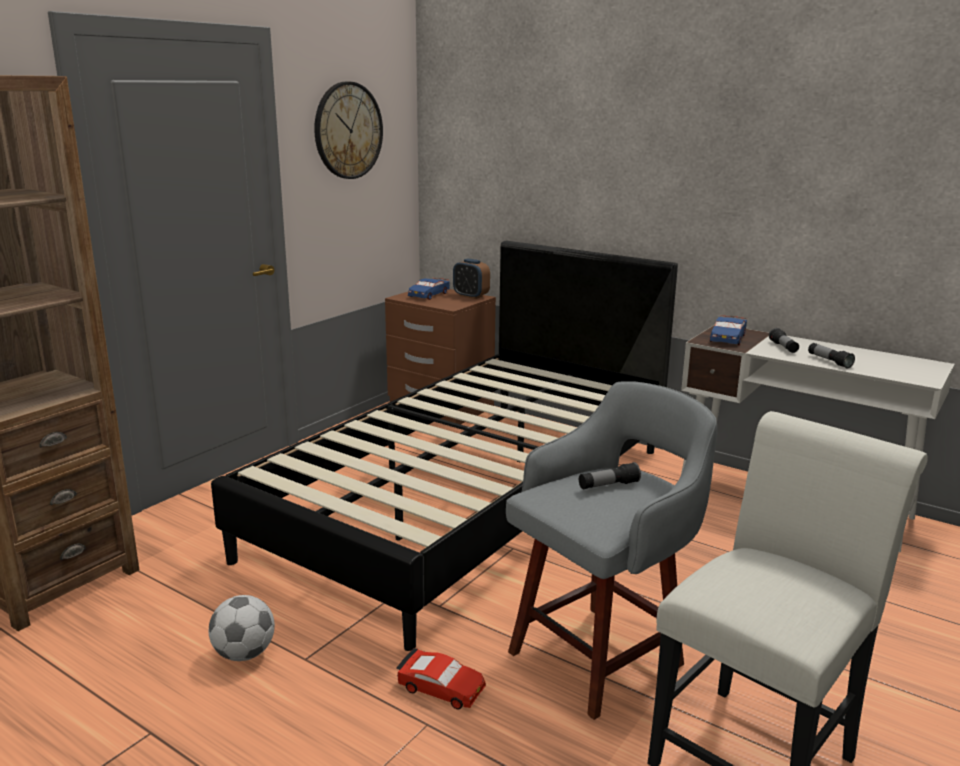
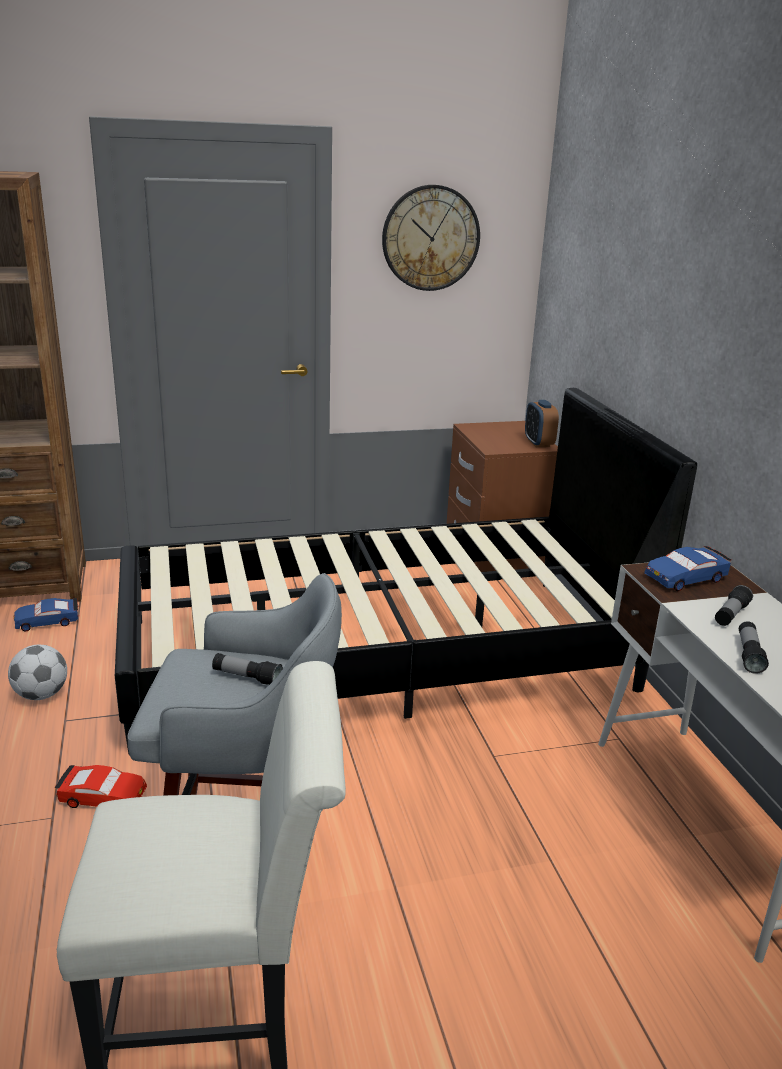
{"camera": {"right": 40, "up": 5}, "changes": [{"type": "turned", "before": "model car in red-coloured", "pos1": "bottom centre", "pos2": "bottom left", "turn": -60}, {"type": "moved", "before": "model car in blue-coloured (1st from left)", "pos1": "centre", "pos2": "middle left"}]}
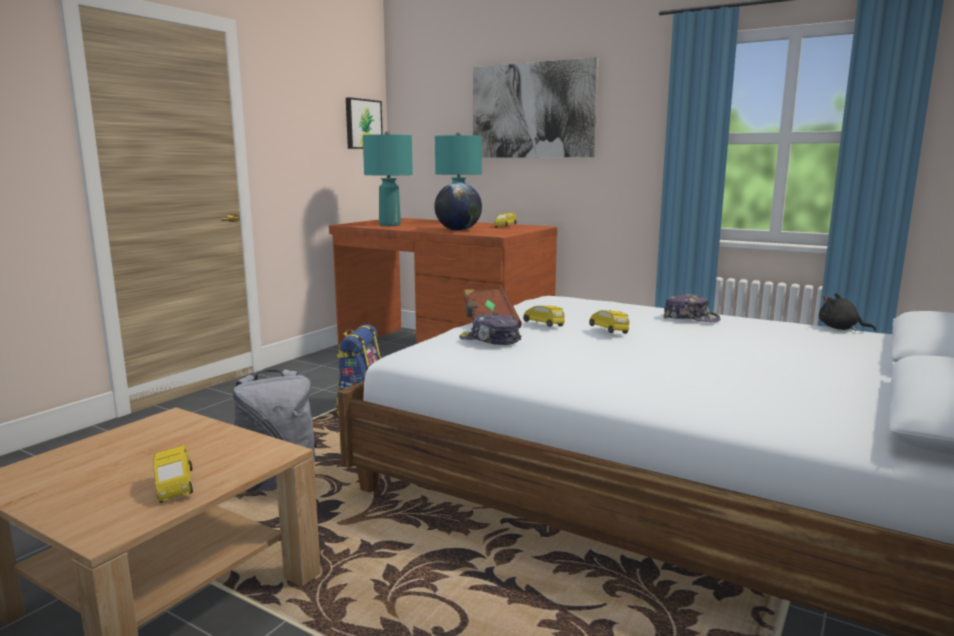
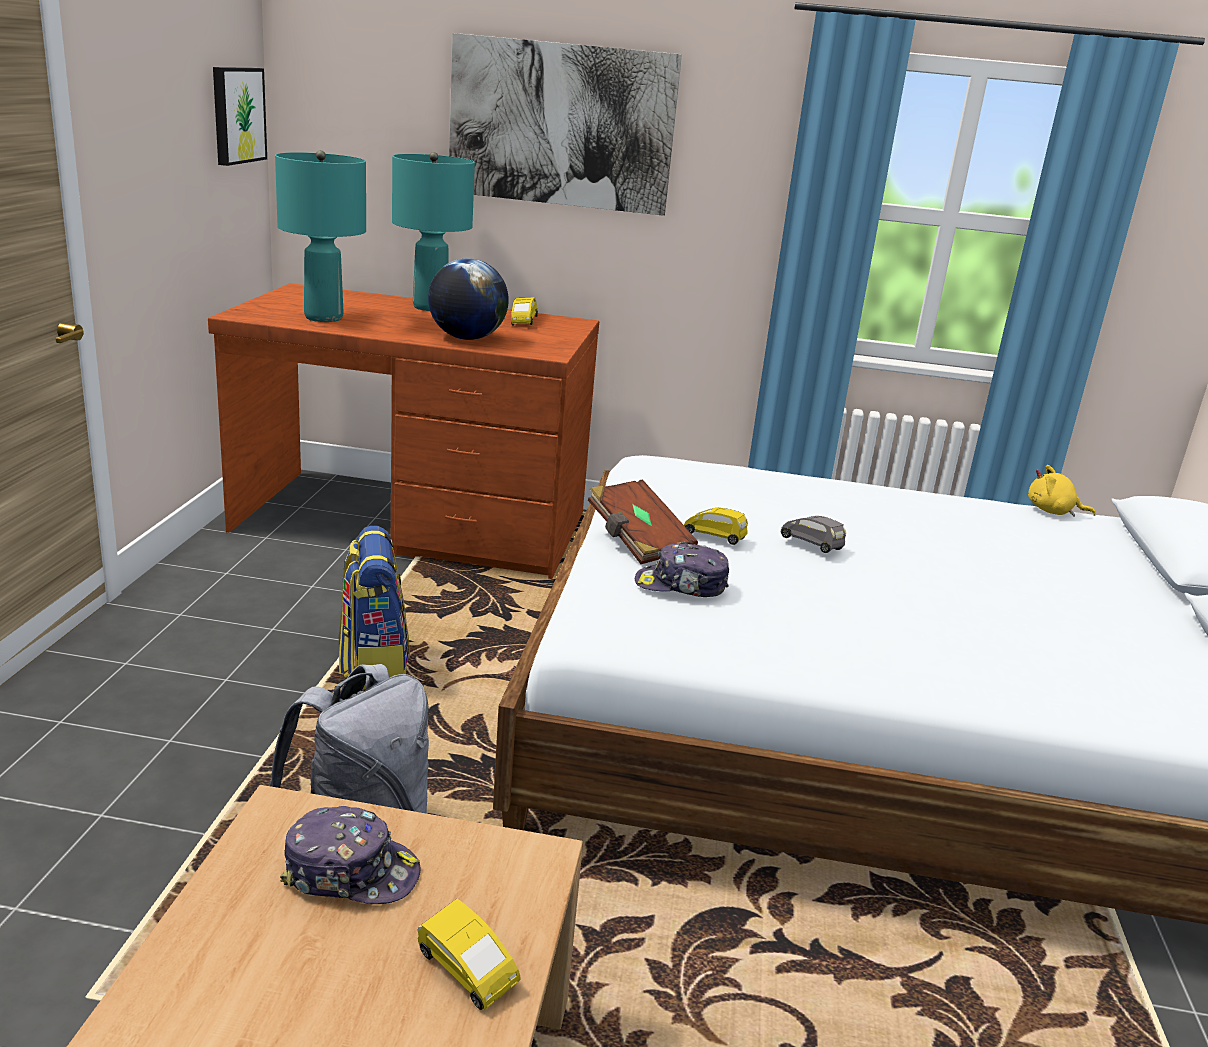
{"camera": {"right": -25, "up": 10}, "changes": [{"type": "recoloured", "before": "model car in yellow-coloured (4th from left)", "after": "model car in grey", "pos1": "centre", "pos2": "middle right"}, {"type": "moved", "before": "peaked cap (2nd from left in the first image)", "after": "peaked cap (1st from left)", "pos1": "middle right", "pos2": "bottom left"}, {"type": "recoloured", "before": "plush toy in black-coloured", "after": "plush toy in yellow-coloured", "pos1": "middle right", "pos2": "middle right"}]}
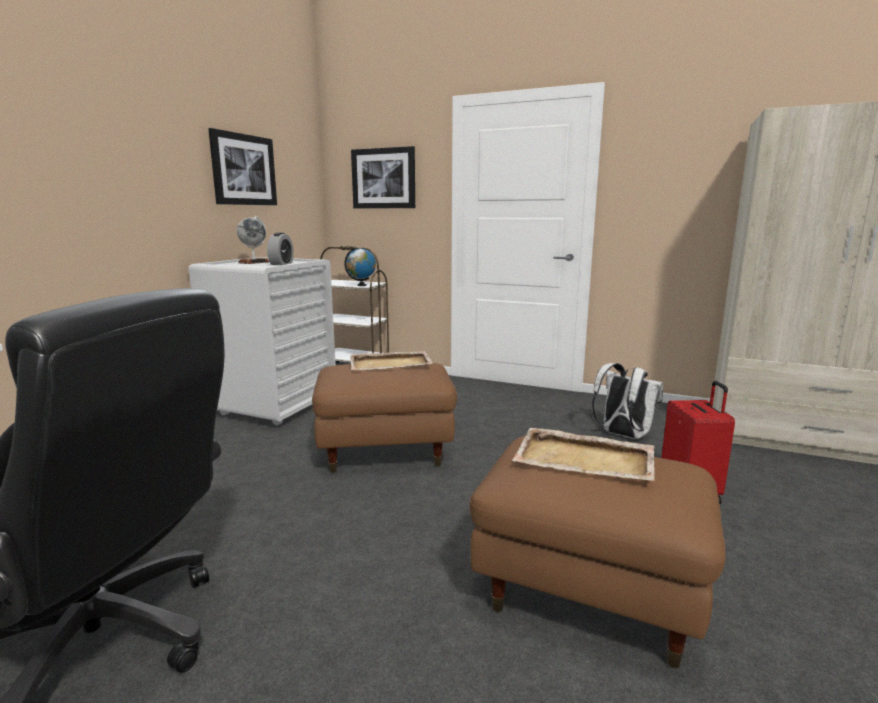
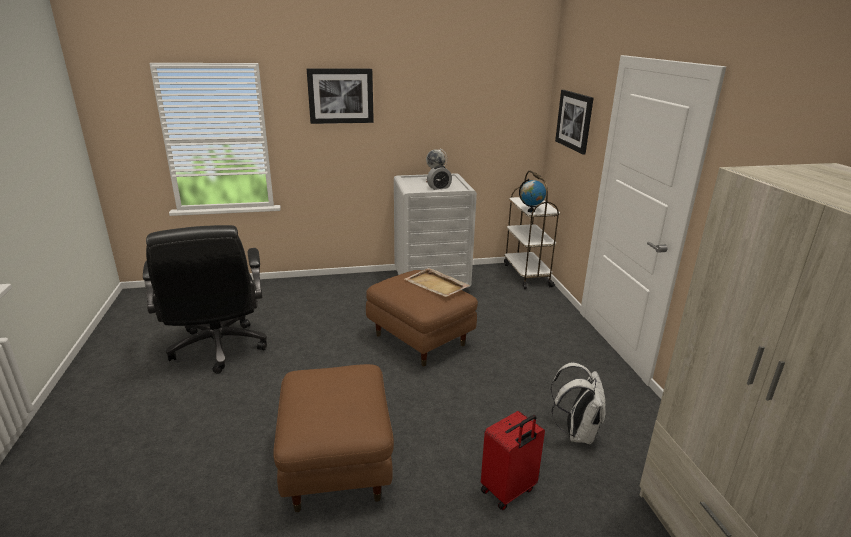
{"camera": {"right": 55, "up": 10}, "changes": [{"type": "moved", "before": "wall picture (1st from left)", "pos1": "top left", "pos2": "top centre"}, {"type": "removed", "before": "tray in sand-coloured (2nd from left)", "pos1": "centre"}]}
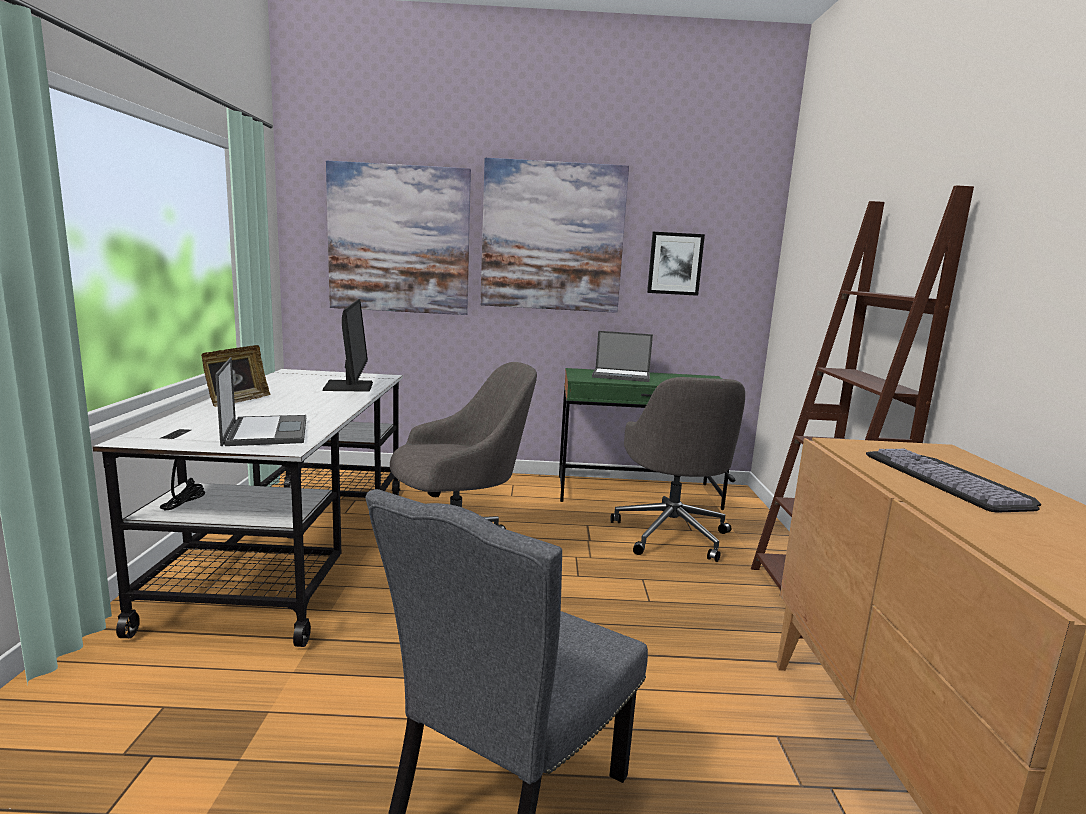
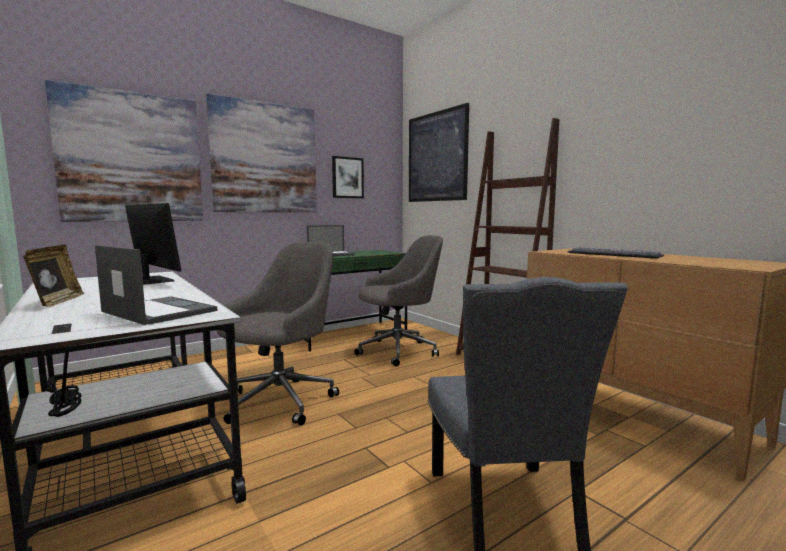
{"camera": {"right": -35, "up": -5}, "changes": [{"type": "turned", "before": "desk chair in grey (2nd from left)", "pos1": "centre", "pos2": "centre", "turn": -75}, {"type": "added", "after": "wall picture (4th from left)", "pos2": "top centre"}]}
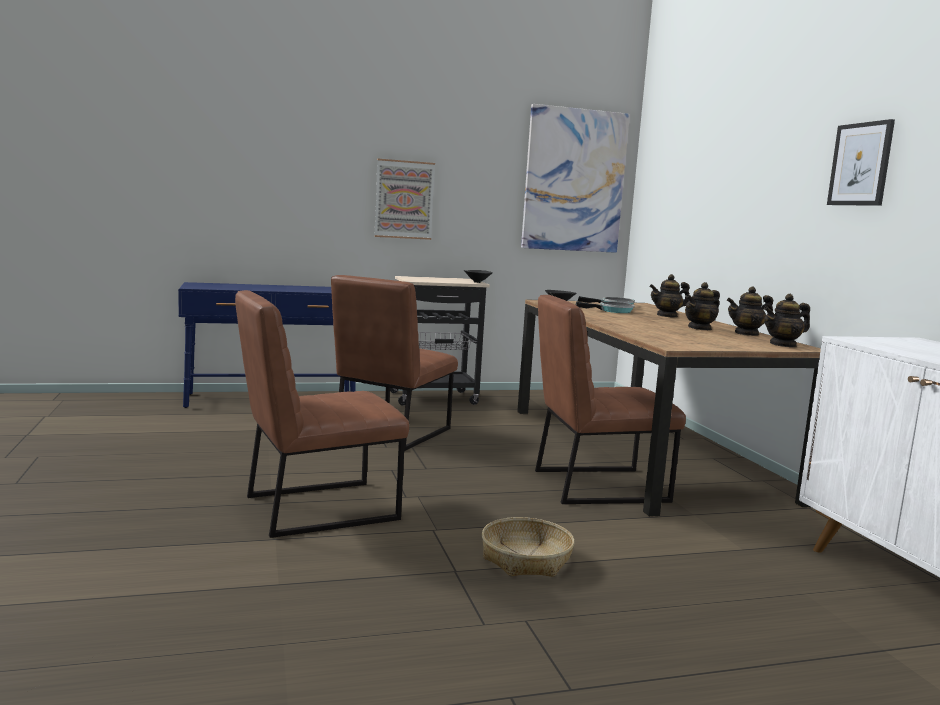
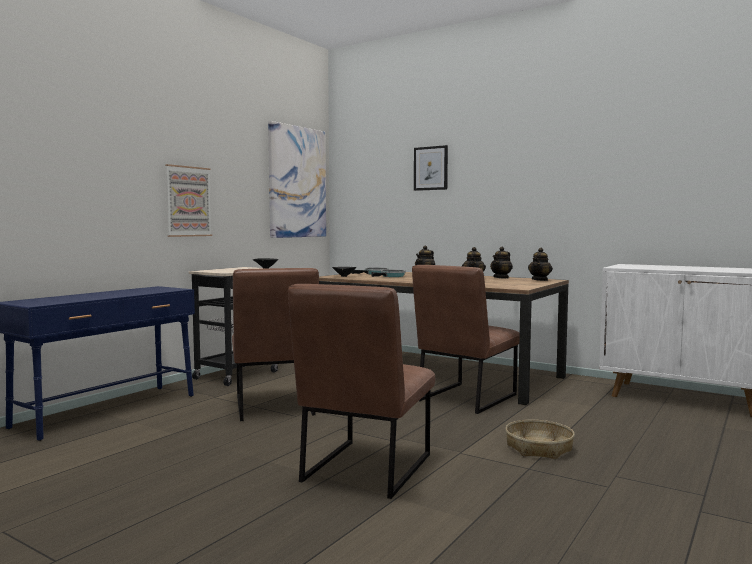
{"camera": {"right": -40, "up": -5}, "changes": [{"type": "moved", "before": "wall picture (3rd from left)", "pos1": "top right", "pos2": "top centre"}]}
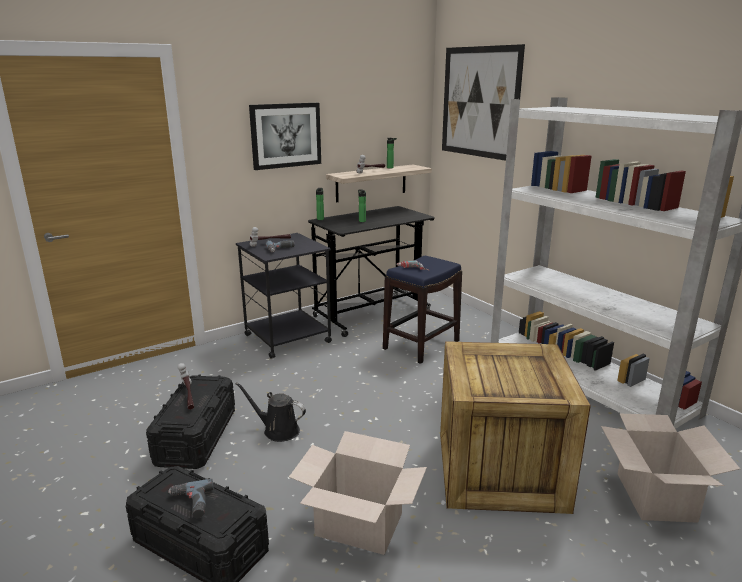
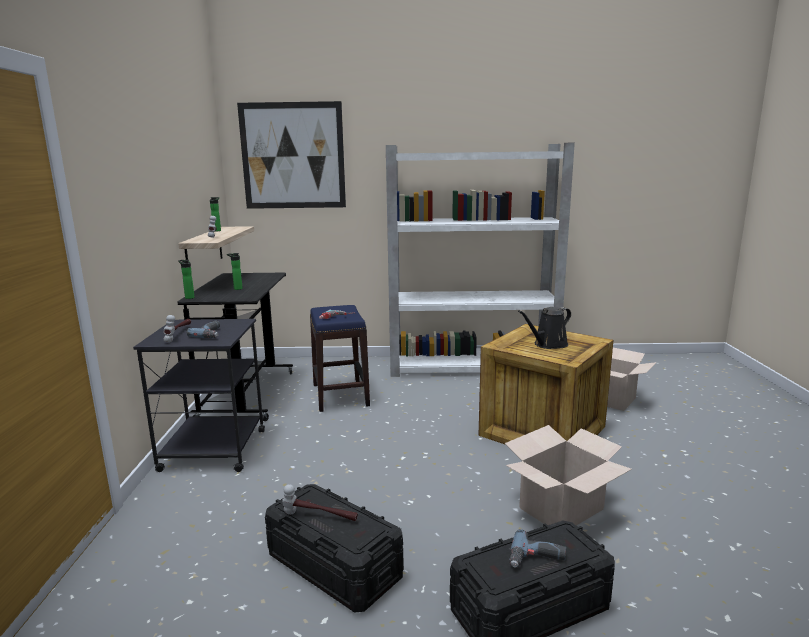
{"camera": {"right": -55, "up": -5}, "changes": [{"type": "moved", "before": "watering pot in black-coloured", "pos1": "bottom centre", "pos2": "middle right"}, {"type": "removed", "before": "wall picture (1st from left)", "pos1": "top centre"}]}
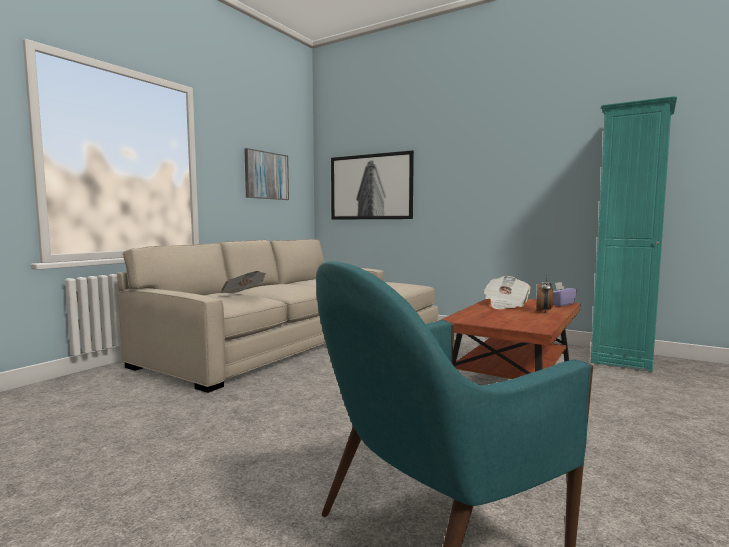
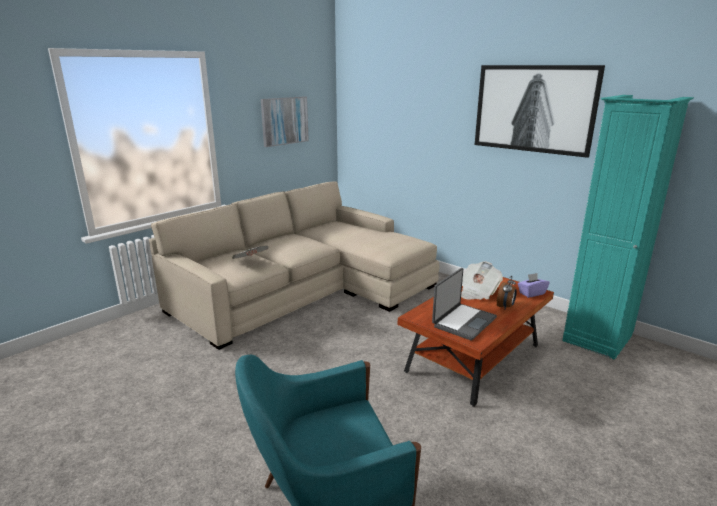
{"camera": {"right": 10, "up": 15}, "changes": [{"type": "moved", "before": "wall picture (2nd from left)", "pos1": "centre", "pos2": "top right"}, {"type": "added", "after": "laptop", "pos2": "centre"}]}
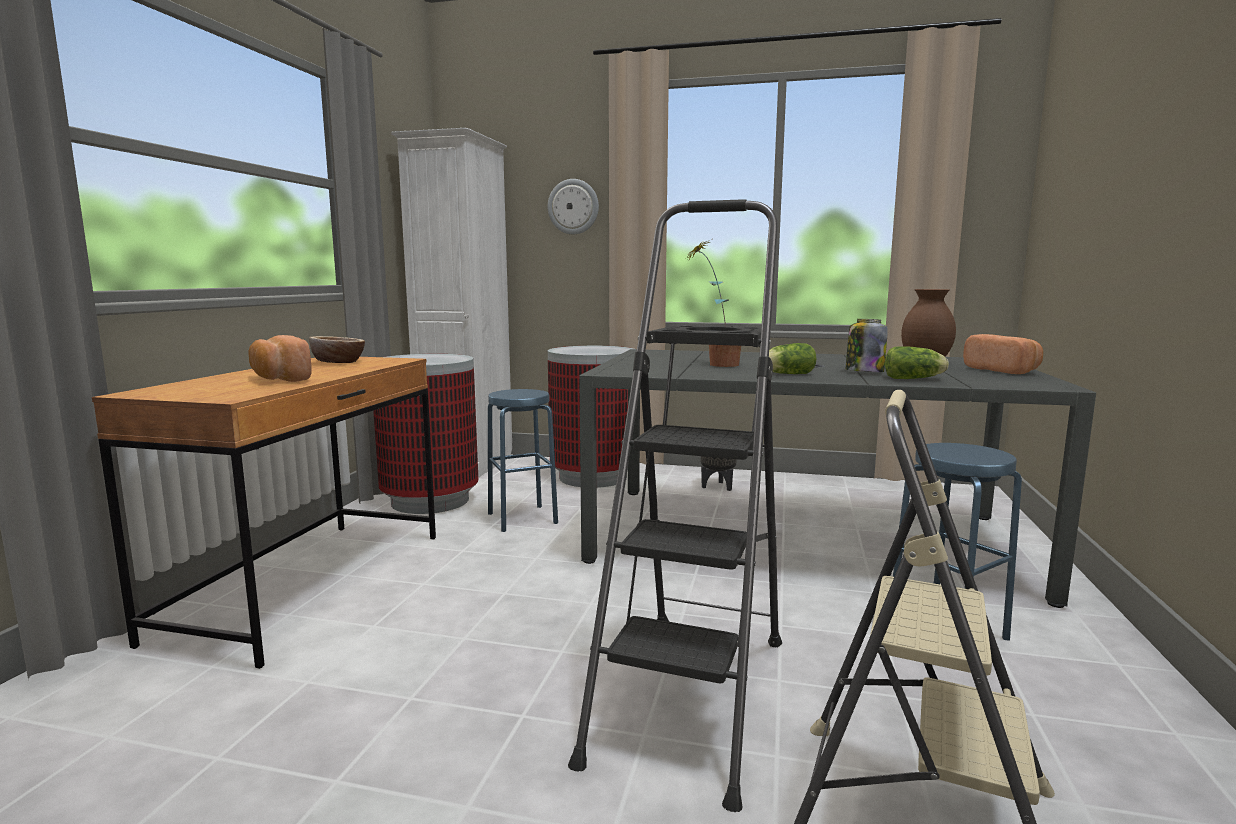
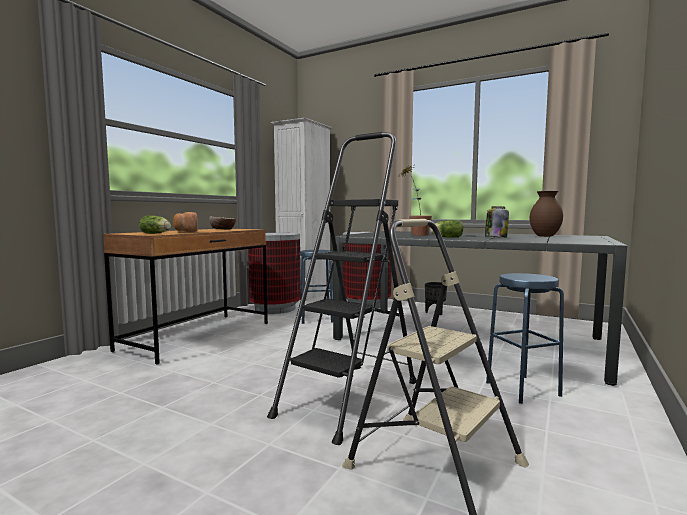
{"camera": {"right": 15, "up": -5}, "changes": [{"type": "removed", "before": "wall clock", "pos1": "top centre"}, {"type": "moved", "before": "head of lettuce (2nd from left in the first image)", "after": "head of lettuce (1st from left)", "pos1": "middle right", "pos2": "middle left"}, {"type": "removed", "before": "baked bread (2nd from left)", "pos1": "middle right"}]}
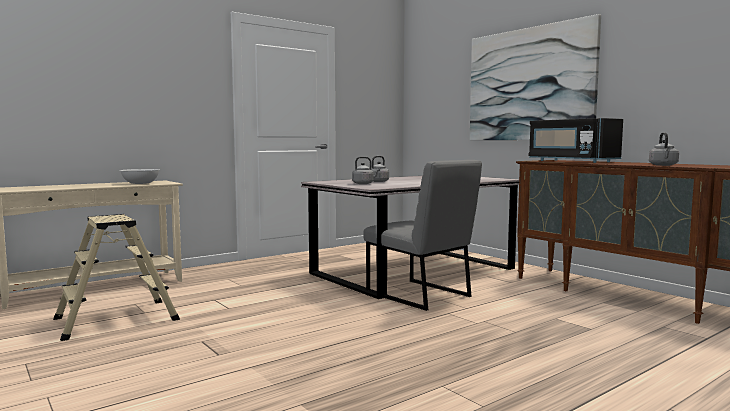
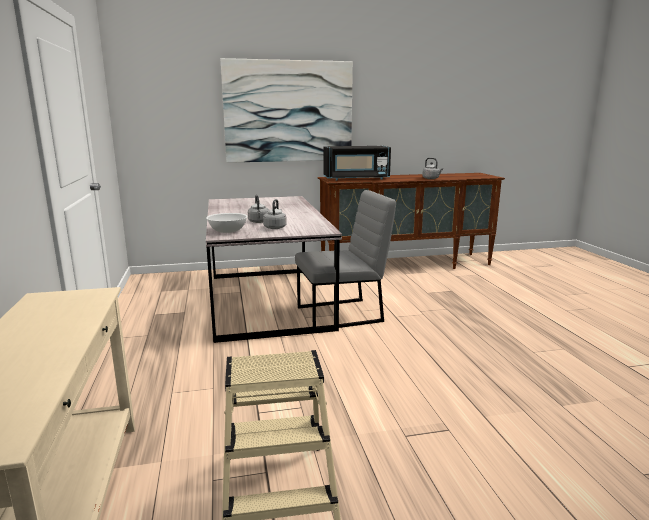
{"camera": {"right": -65, "up": 10}, "changes": [{"type": "moved", "before": "deep dish in white", "pos1": "middle left", "pos2": "centre"}]}
